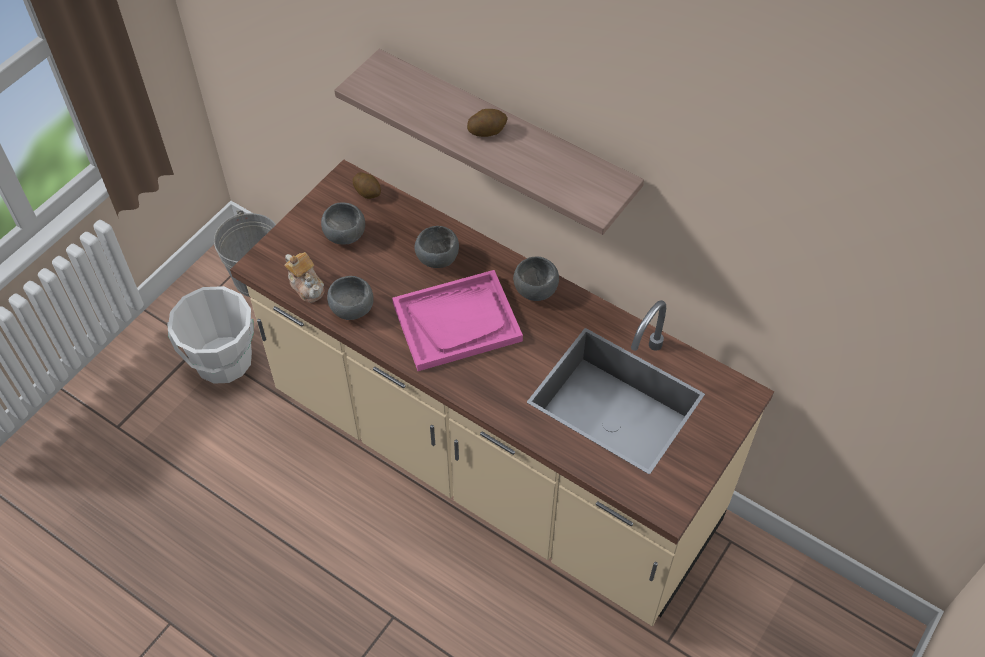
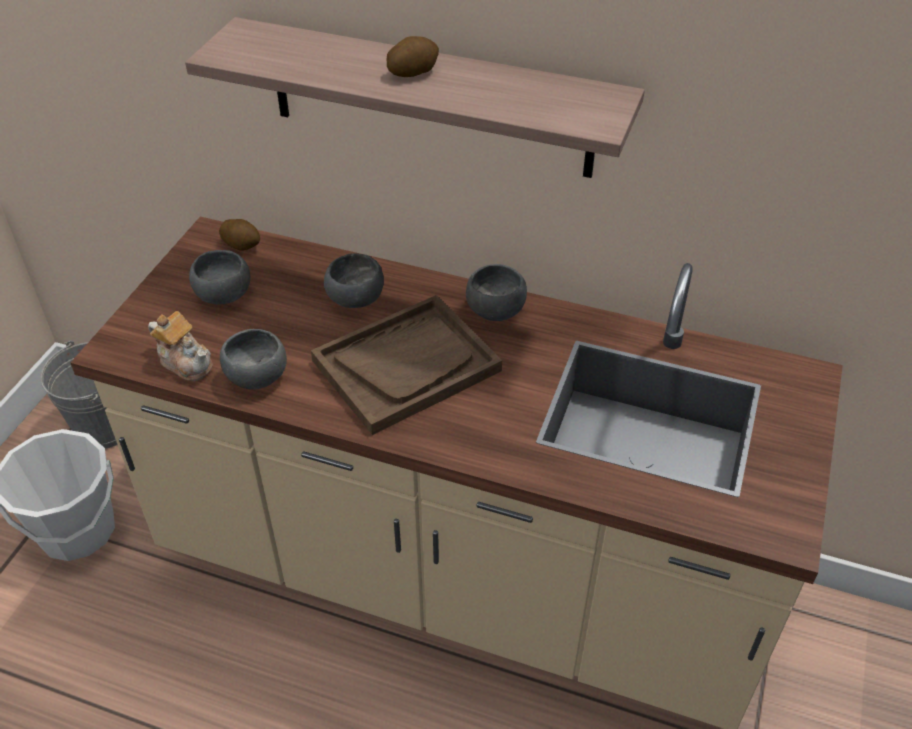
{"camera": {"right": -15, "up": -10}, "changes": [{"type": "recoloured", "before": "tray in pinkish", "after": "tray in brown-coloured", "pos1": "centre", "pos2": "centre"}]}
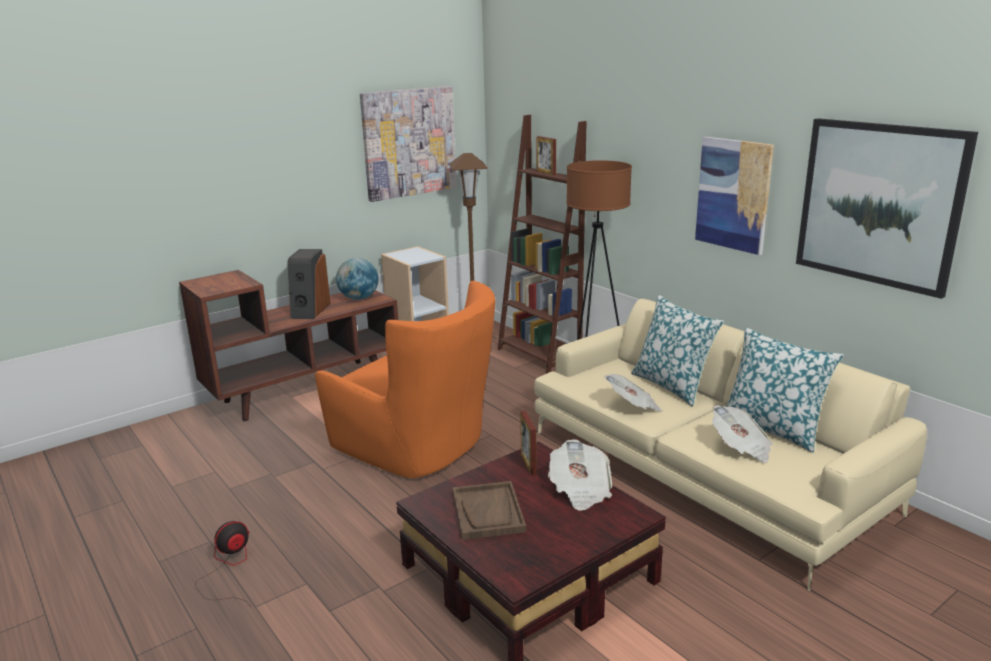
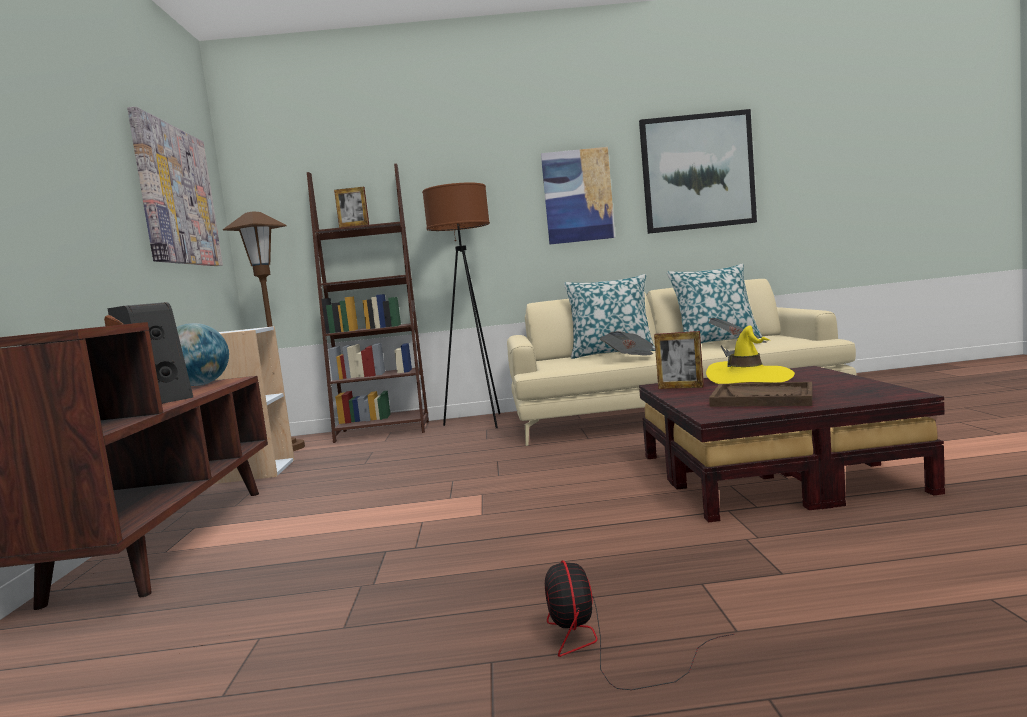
{"camera": {"right": -55, "up": -15}, "changes": [{"type": "removed", "before": "armchair in orangey", "pos1": "centre"}, {"type": "replaced", "before": "newspaper (1st from left)", "after": "hat in yellow-coloured", "pos1": "bottom centre", "pos2": "middle right"}]}
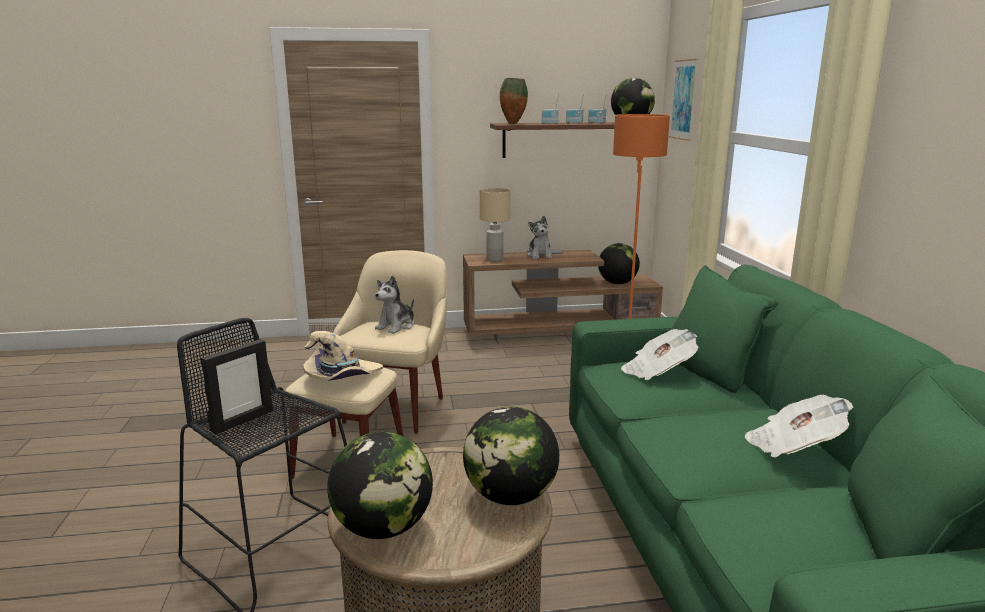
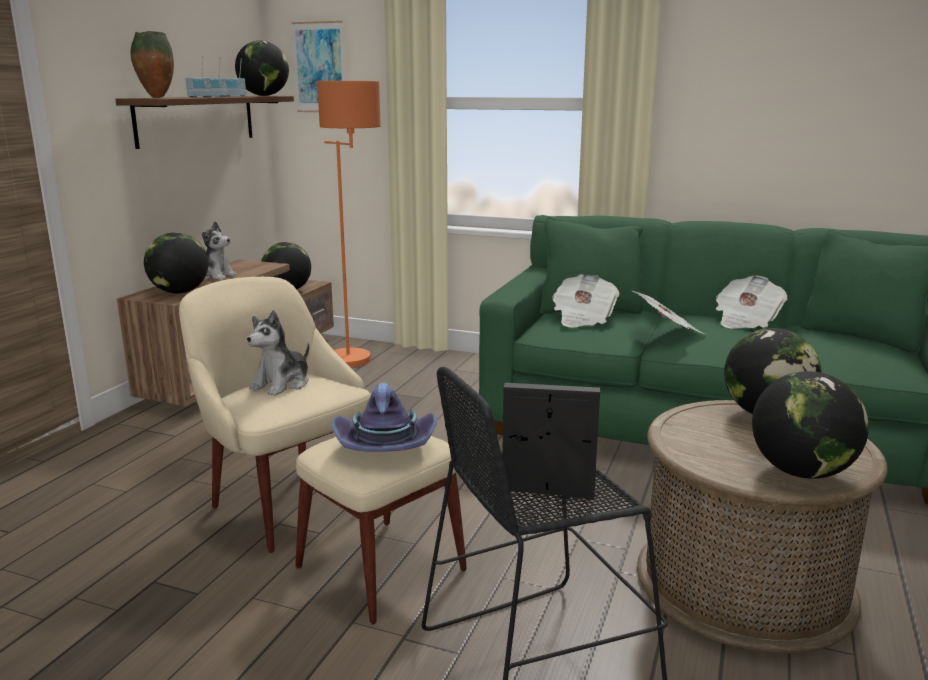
{"camera": {"right": -60, "up": 0}, "changes": [{"type": "turned", "before": "standing frame", "pos1": "middle left", "pos2": "centre", "turn": -60}, {"type": "recoloured", "before": "hat in sand-coloured", "after": "hat in purple", "pos1": "centre", "pos2": "centre"}, {"type": "turned", "before": "plush toy (1st from left in the first image)", "pos1": "centre", "pos2": "middle left", "turn": 60}, {"type": "replaced", "before": "tabletop lamp in sand-coloured", "after": "world globe (1st from left)", "pos1": "centre", "pos2": "middle left"}, {"type": "added", "after": "newspaper (2nd from left)", "pos2": "middle right"}]}
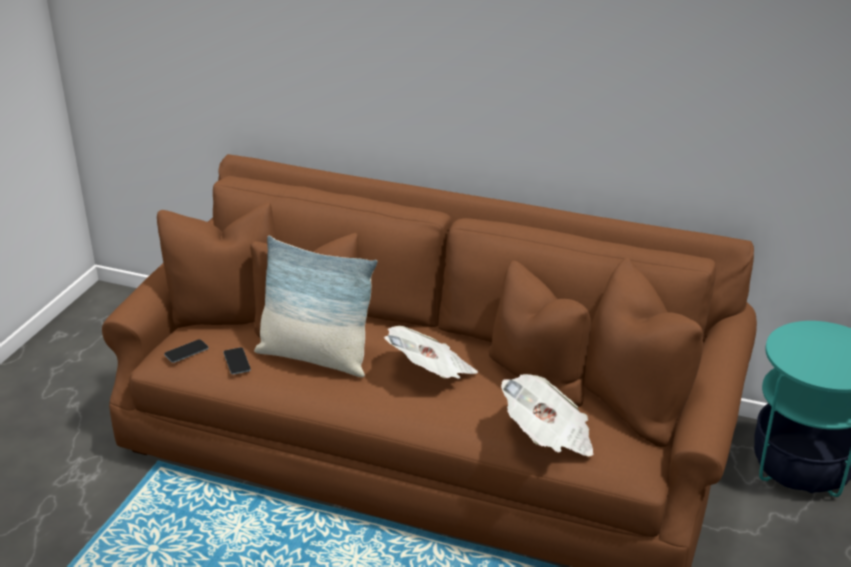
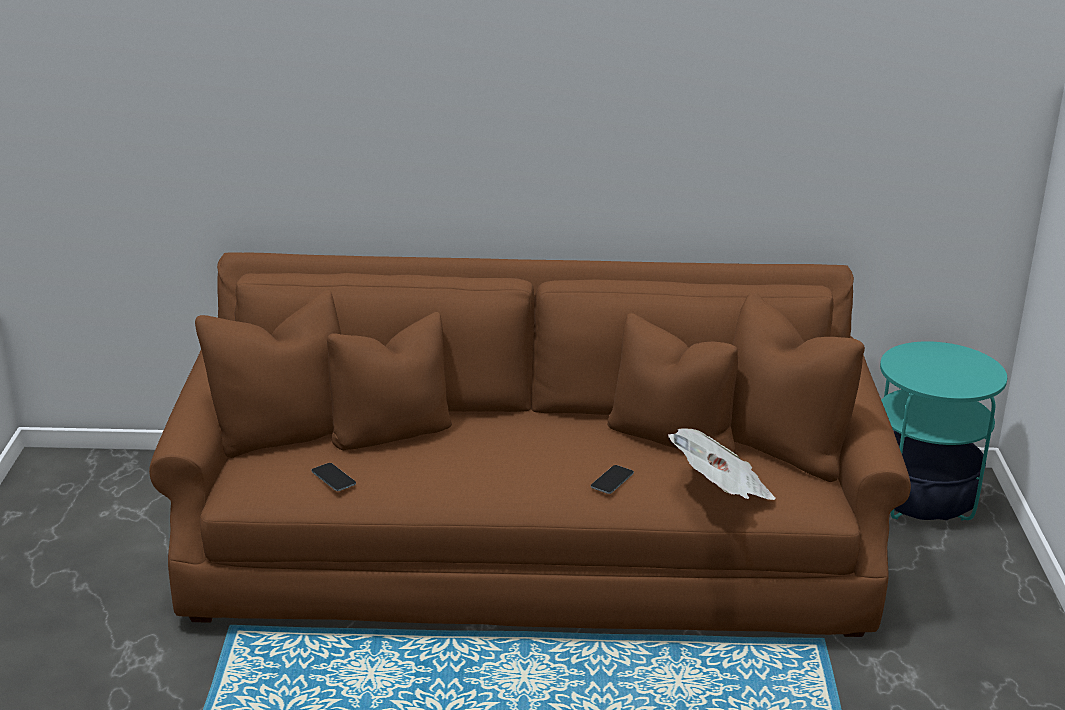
{"camera": {"right": -20, "up": -5}, "changes": [{"type": "moved", "before": "handset (1st from left in the first image)", "after": "handset (2nd from left)", "pos1": "middle left", "pos2": "bottom centre"}, {"type": "removed", "before": "pillow", "pos1": "centre"}, {"type": "removed", "before": "newspaper (1st from left)", "pos1": "centre"}]}
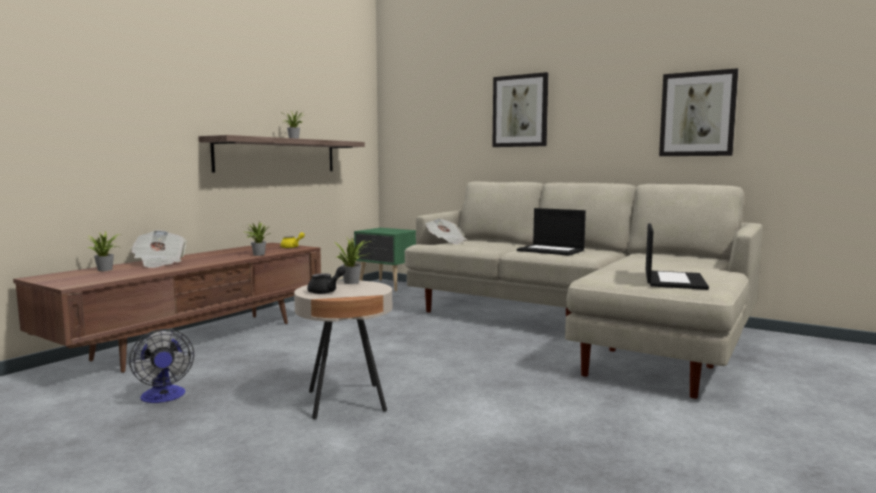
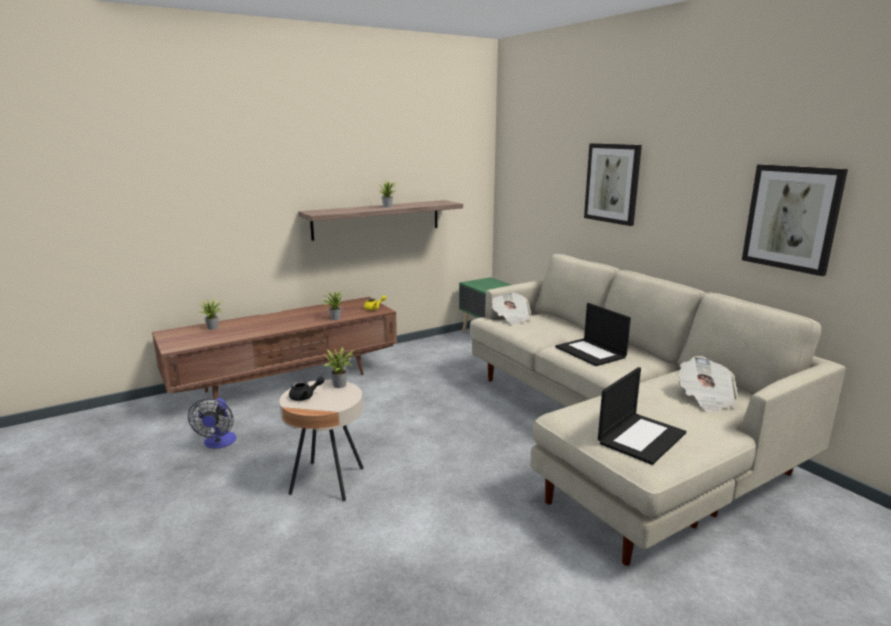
{"camera": {"right": 25, "up": 10}, "changes": [{"type": "moved", "before": "newspaper (1st from left in the first image)", "after": "newspaper (2nd from left)", "pos1": "middle left", "pos2": "middle right"}]}
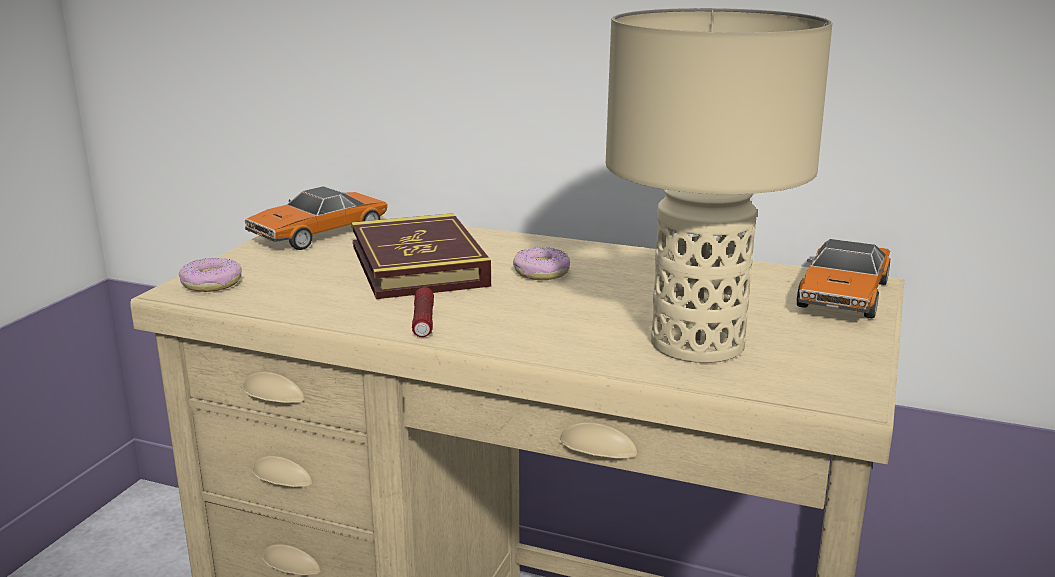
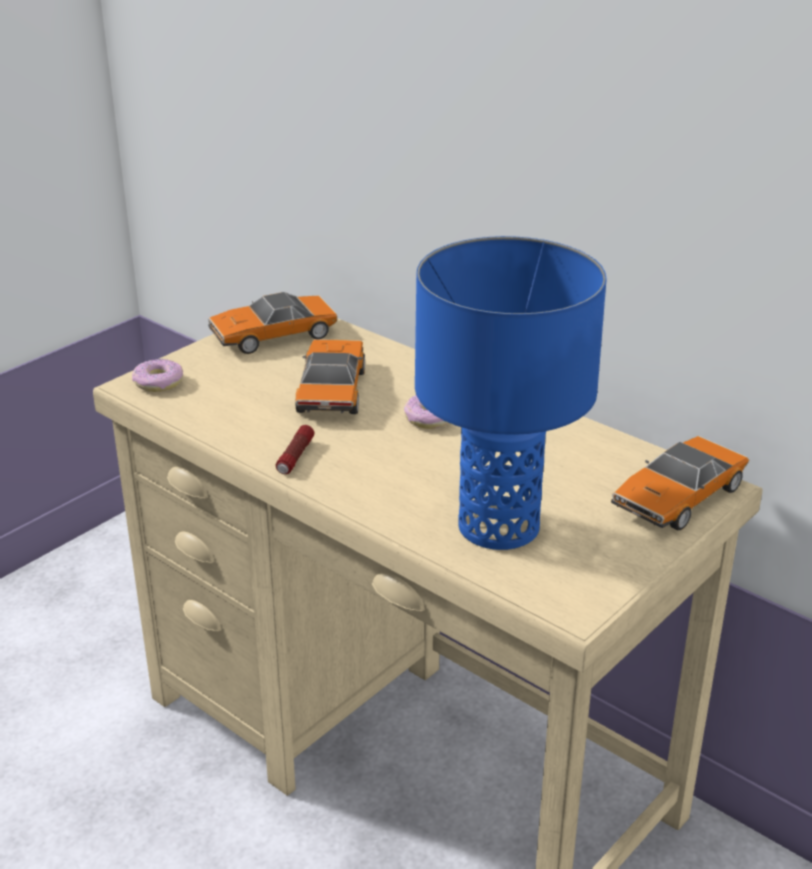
{"camera": {"right": 20, "up": 10}, "changes": [{"type": "replaced", "before": "book", "after": "model car (2nd from left)", "pos1": "centre", "pos2": "centre"}, {"type": "recoloured", "before": "tabletop lamp in sand-coloured", "after": "tabletop lamp in blue-coloured", "pos1": "top right", "pos2": "centre"}]}
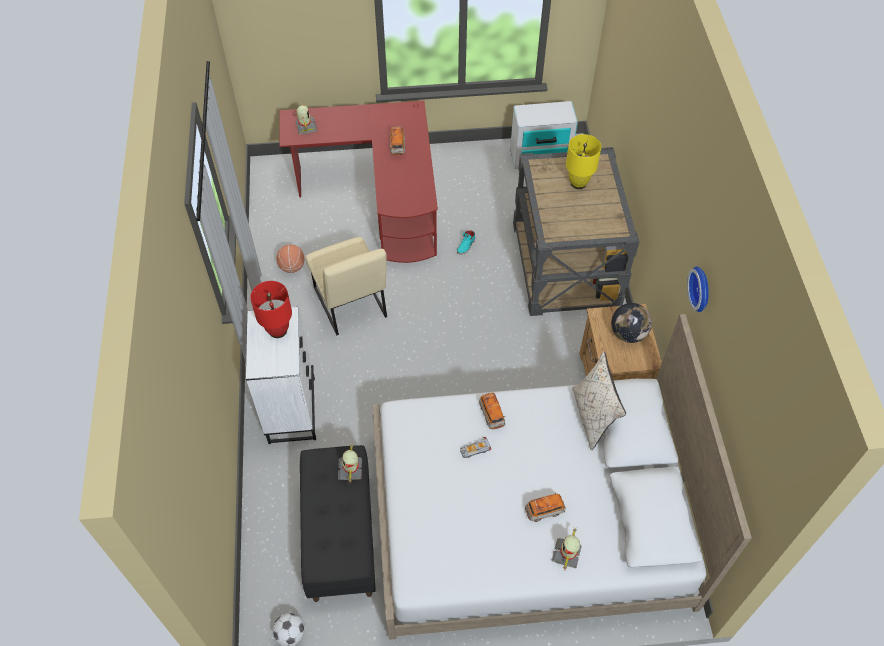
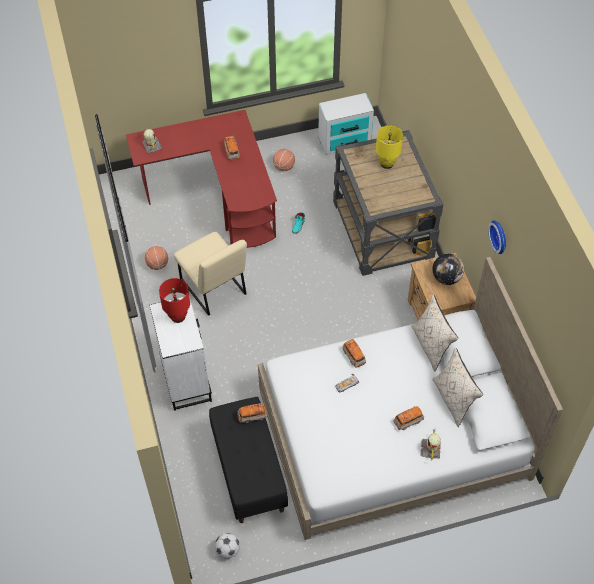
{"camera": {"right": -10, "up": 0}, "changes": [{"type": "replaced", "before": "toy robot (2nd from left)", "after": "model car (2nd from left)", "pos1": "bottom centre", "pos2": "bottom centre"}, {"type": "added", "after": "basketball (2nd from left)", "pos2": "top centre"}, {"type": "added", "after": "pillow in sand-coloured (2nd from left)", "pos2": "middle right"}]}
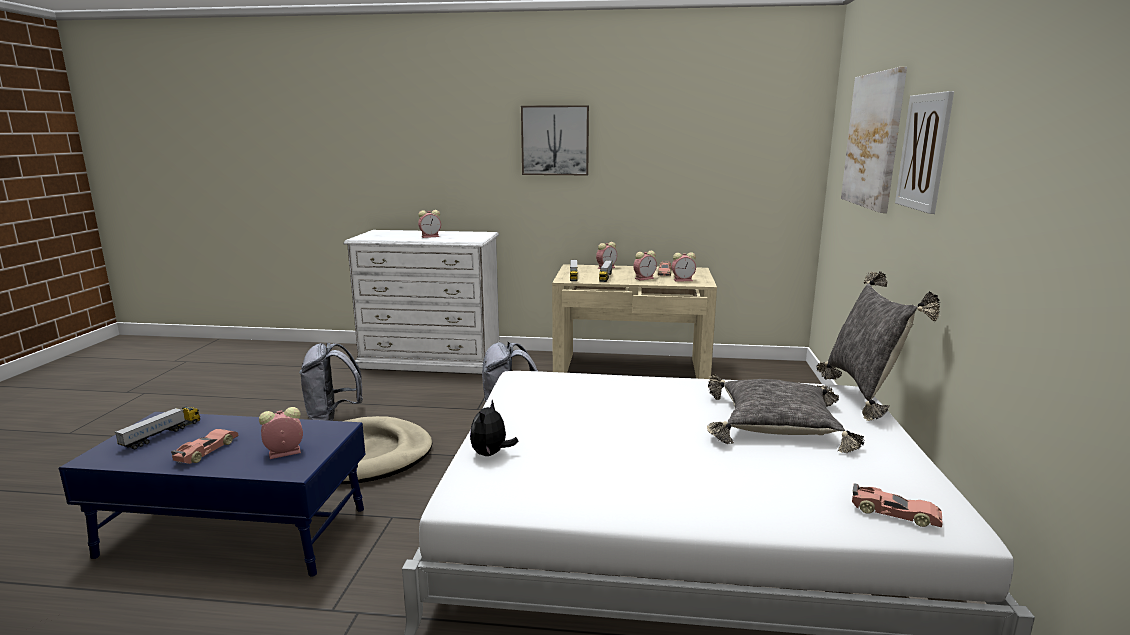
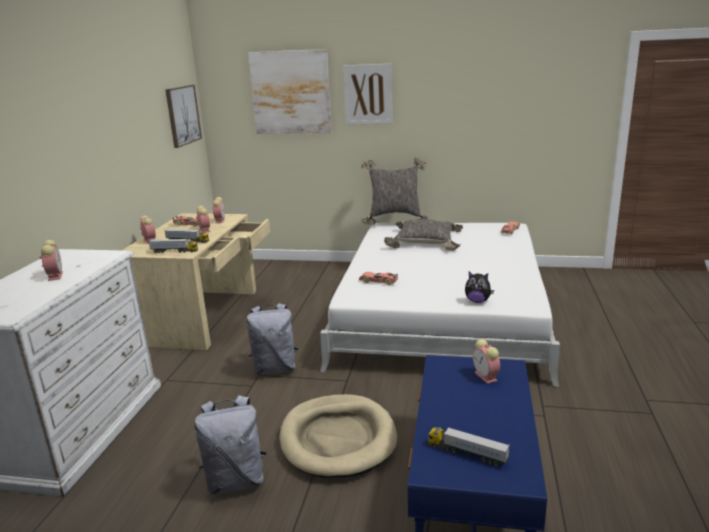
{"camera": {"right": -85, "up": 5}, "changes": [{"type": "moved", "before": "model car (1st from left in the first image)", "after": "model car (2nd from left)", "pos1": "bottom left", "pos2": "centre"}, {"type": "moved", "before": "wall picture (1st from left)", "pos1": "top centre", "pos2": "top left"}]}
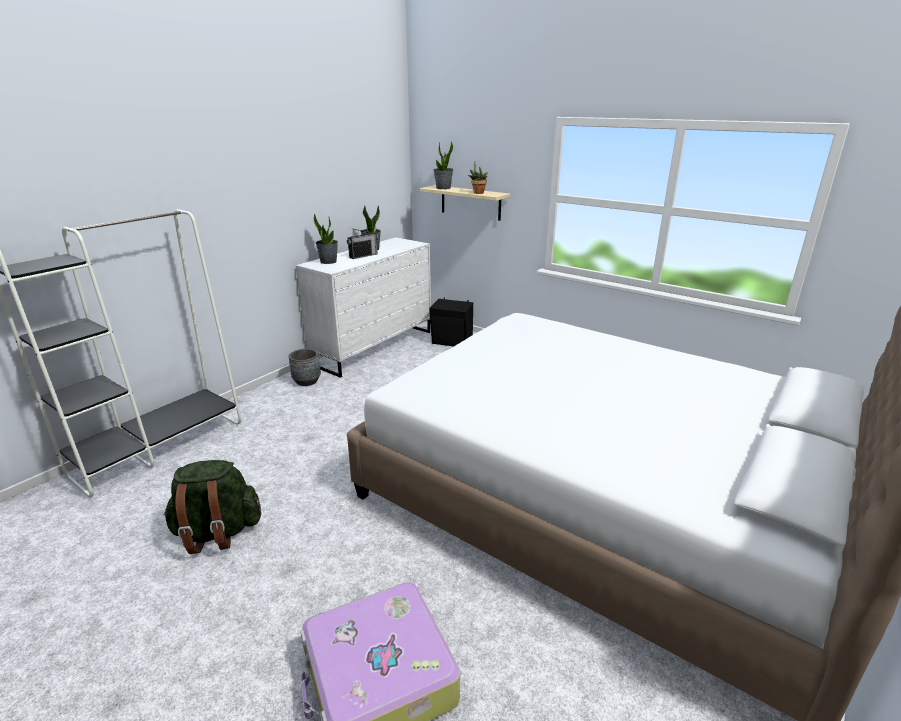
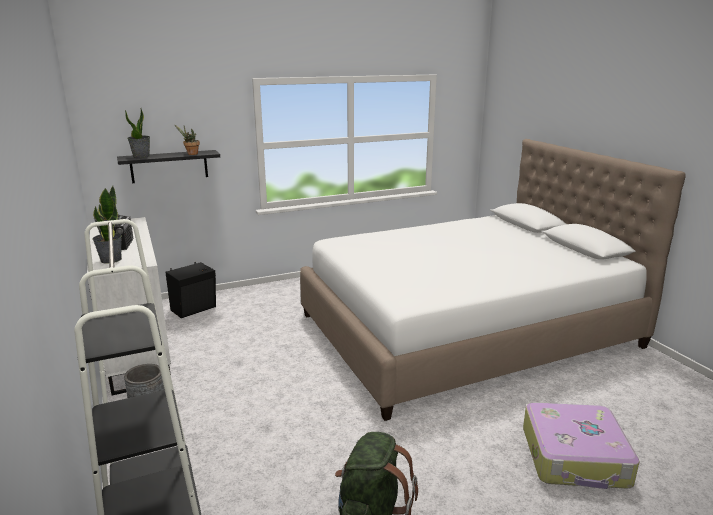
{"camera": {"right": -60, "up": -5}, "changes": [{"type": "recoloured", "before": "shelf in sand-coloured", "after": "shelf in black-coloured", "pos1": "top centre", "pos2": "top left"}]}
